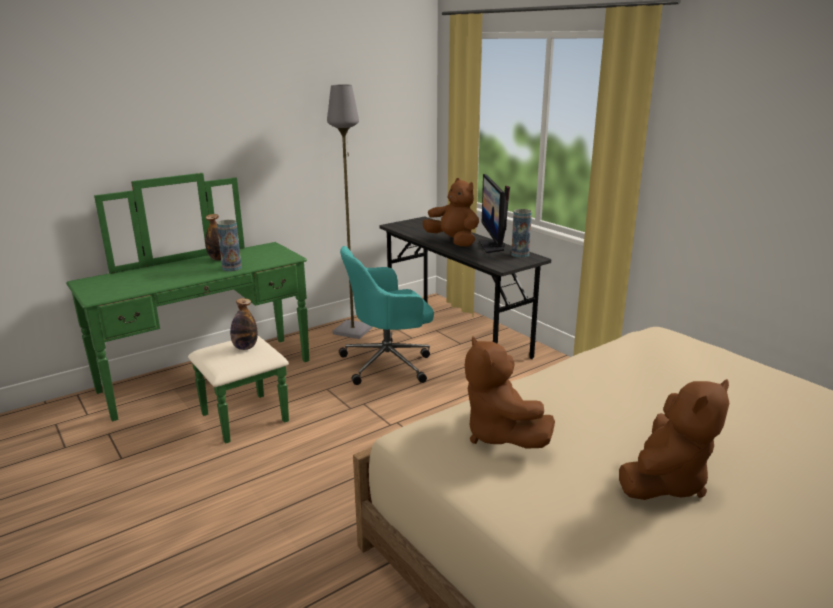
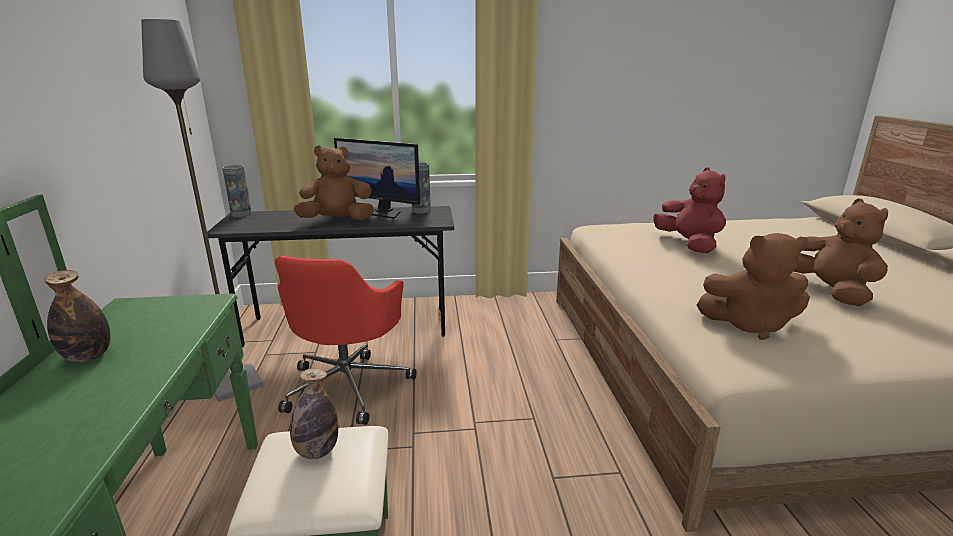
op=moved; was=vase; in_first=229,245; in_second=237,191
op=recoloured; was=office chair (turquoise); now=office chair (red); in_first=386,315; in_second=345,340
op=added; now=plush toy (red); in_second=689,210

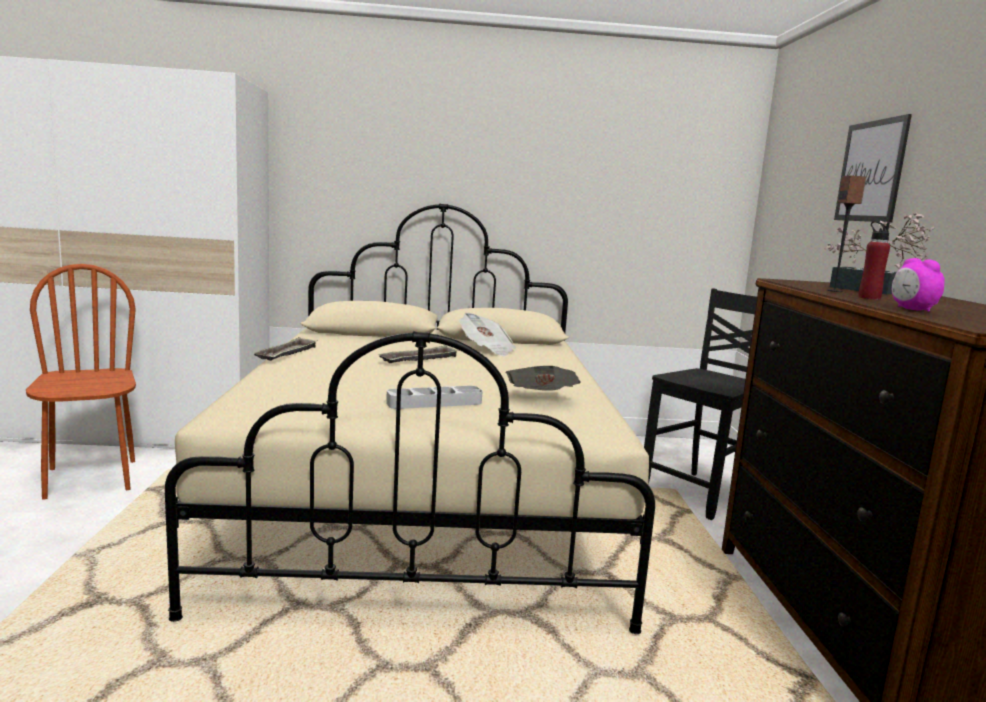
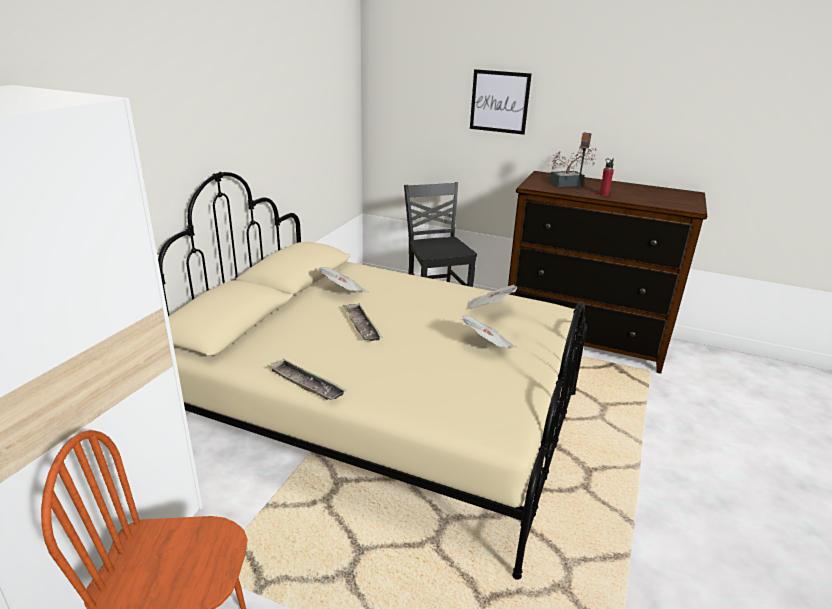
op=replaced; was=tray (grey); now=newspaper; in_first=434,397; in_second=488,332
op=removed; was=alarm clock; in_first=918,285

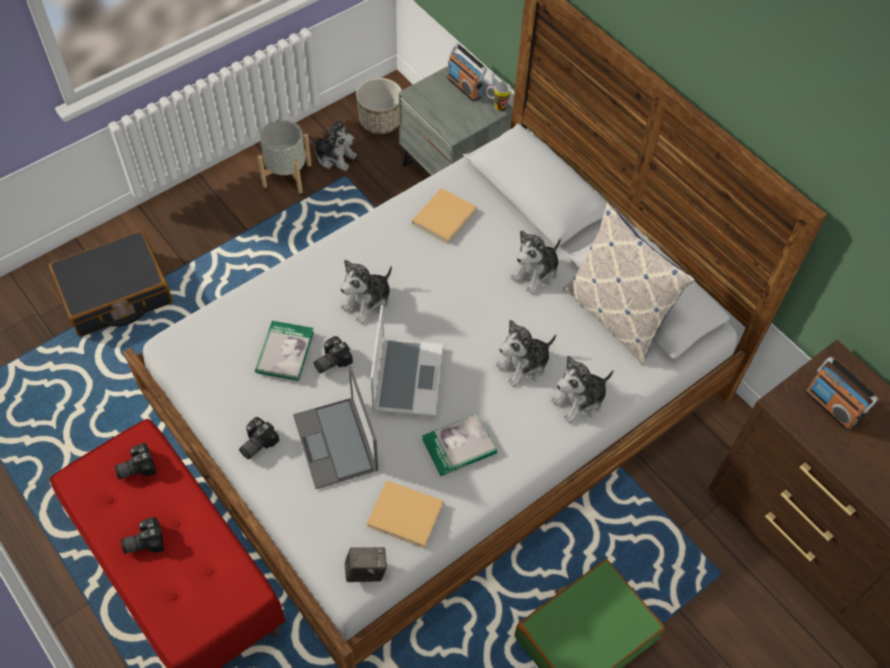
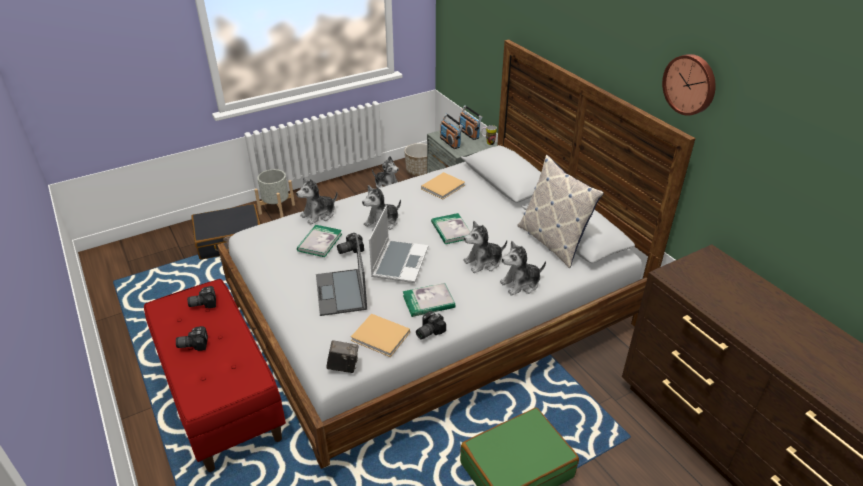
op=moved; was=planter (grey); in_first=284,157; in_second=274,193
op=moved; was=plush toy; in_first=535,262; in_second=317,201
op=moved; was=photo camera; in_first=259,438; in_second=431,325
op=added; now=book; in_second=451,228
op=moved; was=radio; in_first=841,394; in_second=451,131
op=added; now=wall clock; in_second=689,85

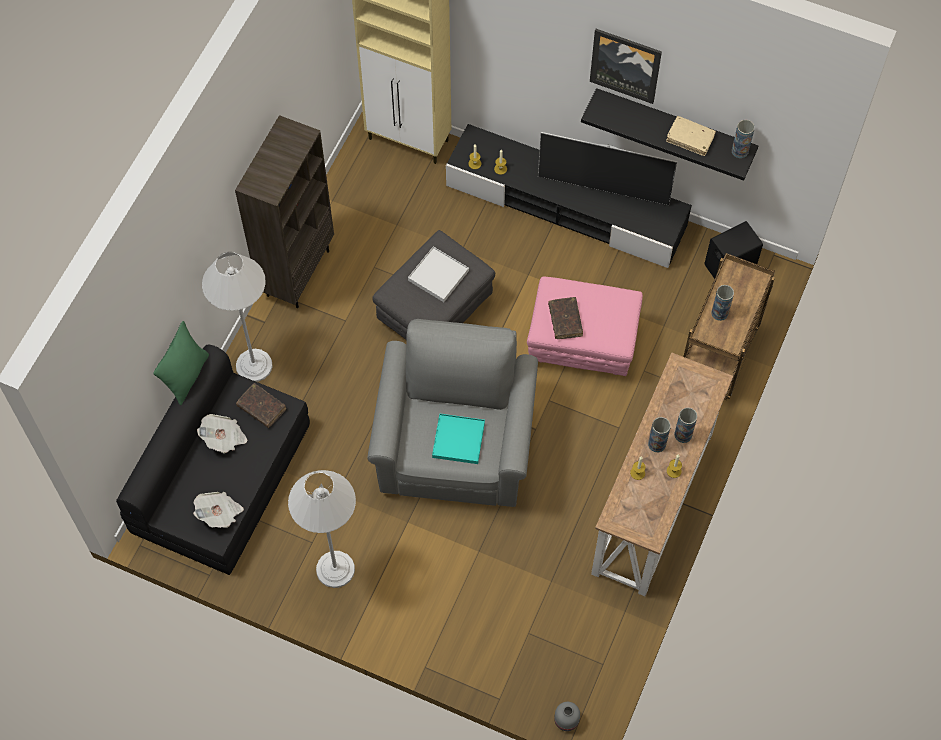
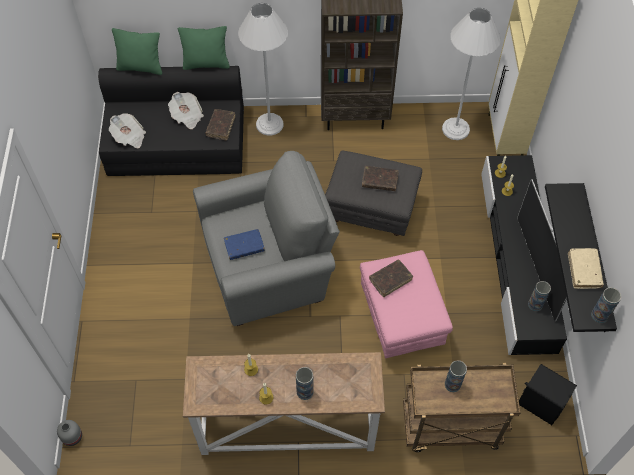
op=added; now=pillow (green); in_second=137,51
op=replaced; was=tray (turquoise); now=book (blue); in_first=458,439; in_second=244,244
op=replaced; was=tray (white); now=book (brown); in_first=438,274; in_second=380,178
op=moved; was=floor lamp (white); in_first=322,529; in_second=471,74
op=moved; was=vase; in_first=659,434; in_second=539,296
op=removed; was=picture; in_first=626,66

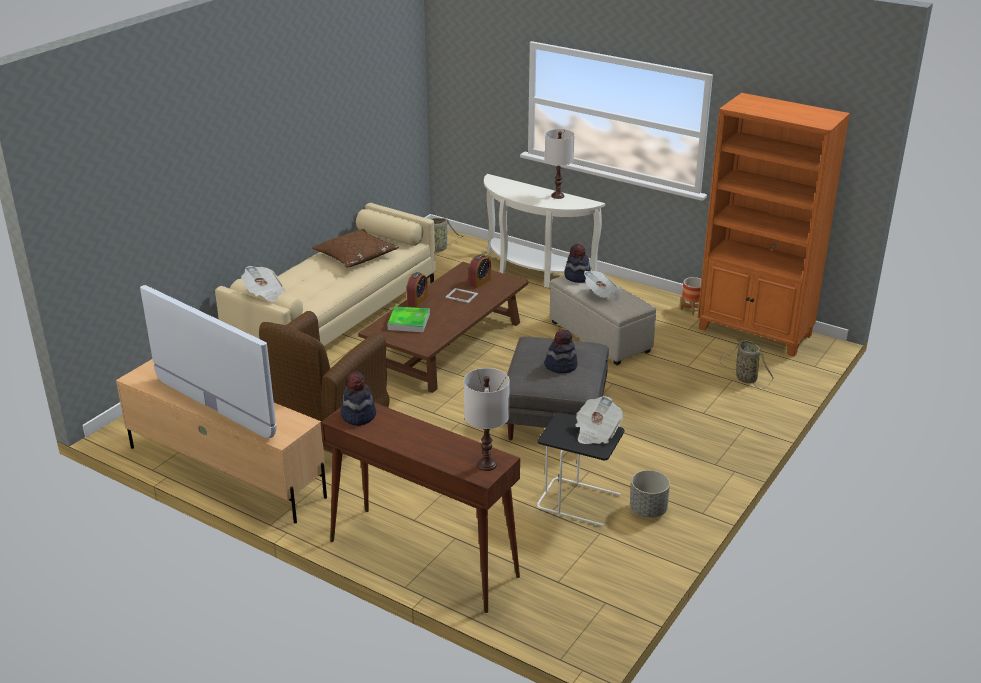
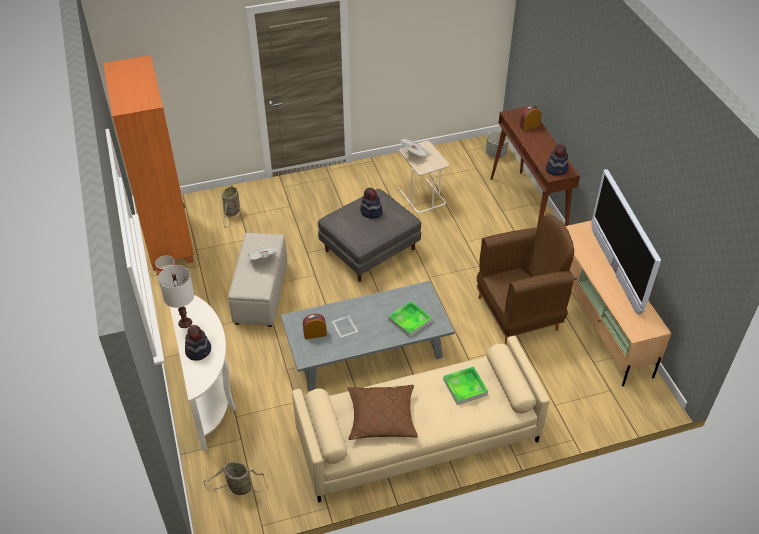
op=moved; was=hat; in_first=577,263; in_second=198,343
op=recoloured; was=coffee table (brown); now=coffee table (grey); in_first=443,327; in_second=368,336
op=recoloured; was=side table (black); now=side table (beige); in_first=580,469; in_second=423,177
op=added; now=tray; in_second=465,385
op=moved; was=planter (grey); in_first=650,494; in_second=497,144
op=moved; was=alarm clock; in_first=417,289; in_second=531,118
op=removed; was=newspaper; in_first=263,284
op=removed; was=table lamp (white); in_first=487,419

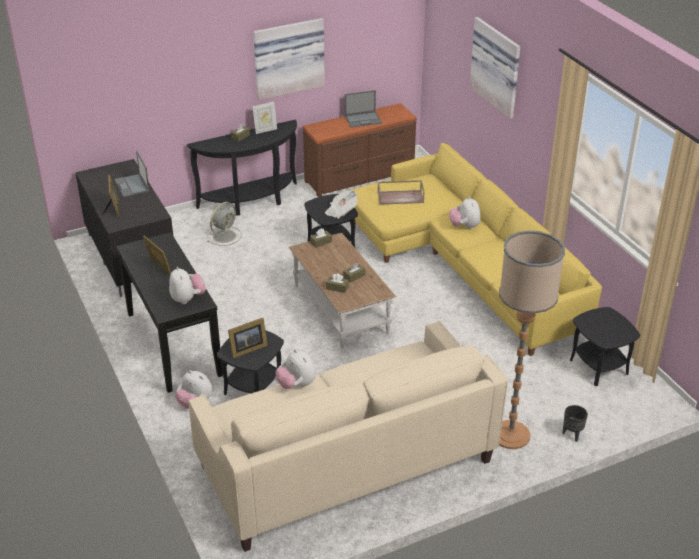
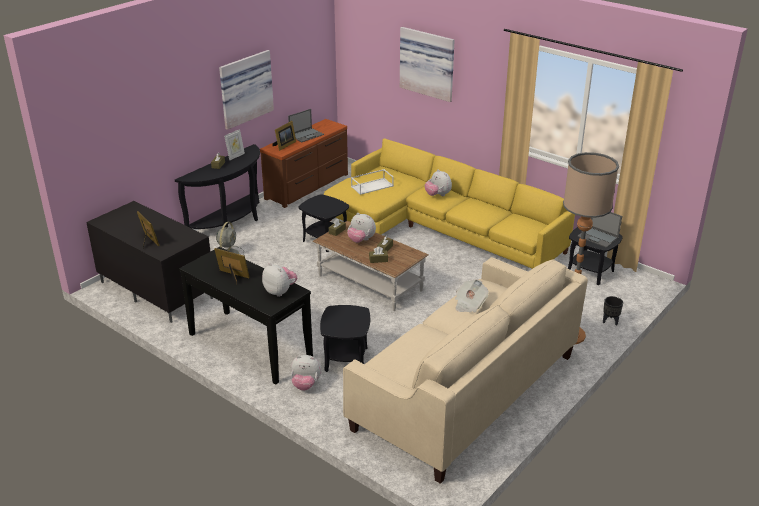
op=moved; was=picture frame; in_first=248,338; in_second=284,136
op=moved; was=plush toy; in_first=296,369; in_second=361,228
op=recoloured; was=tray (brown); now=tray (white); in_first=401,192; in_second=372,182
op=moved; was=newspaper; in_first=341,204; in_second=472,296
op=moved; was=laptop; in_first=132,174; in_second=599,230

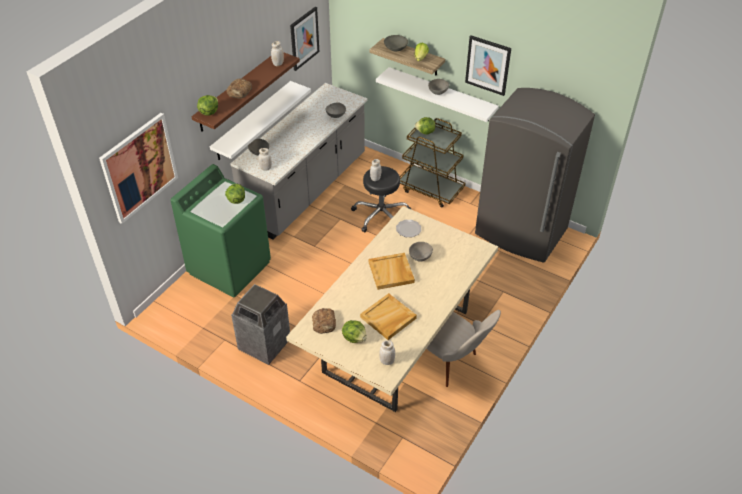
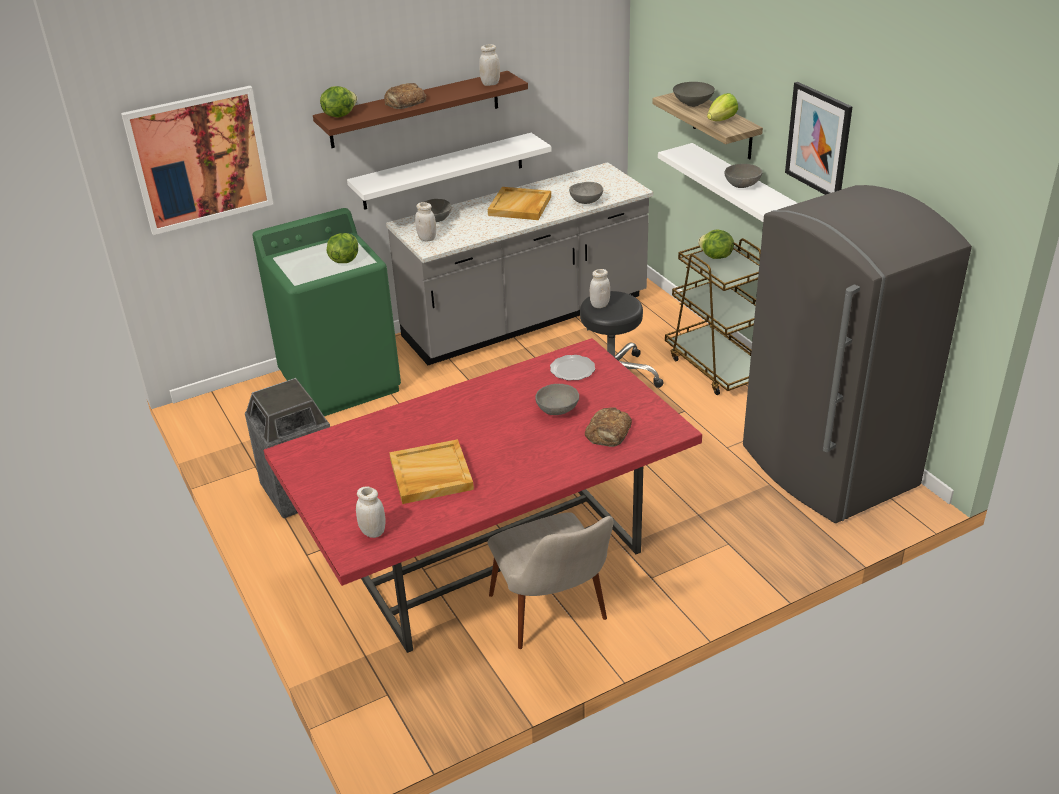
op=recoloured; was=dining table (beige); now=dining table (red); in_first=392,309; in_second=483,495
op=moved; was=tray (beige); in_first=392,271; in_second=519,203
op=moved; was=bread; in_first=324,321; in_second=608,427
op=removed; was=picture; in_first=304,39
op=removed; was=lettuce; in_first=354,331

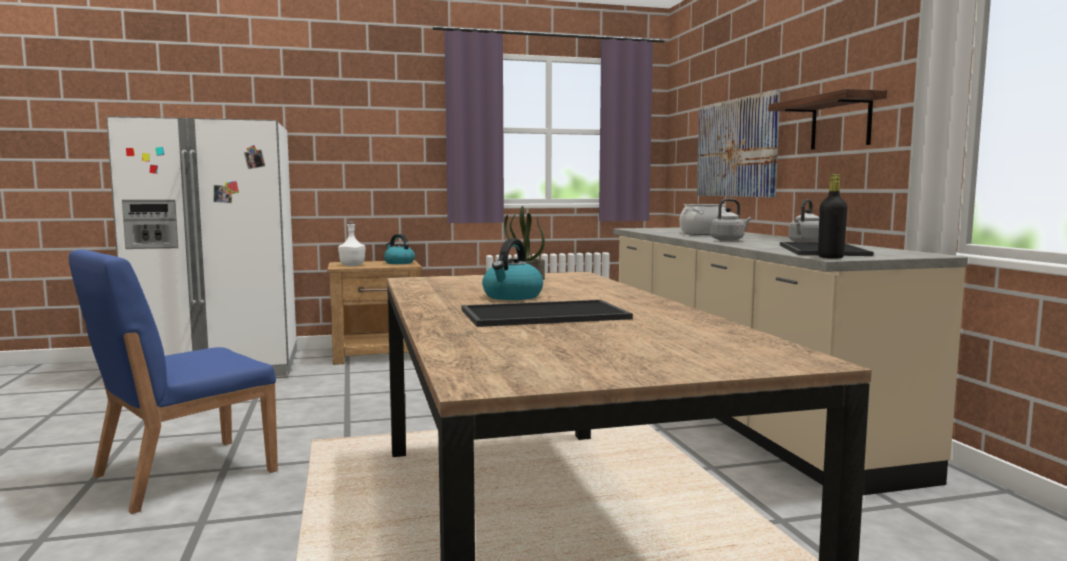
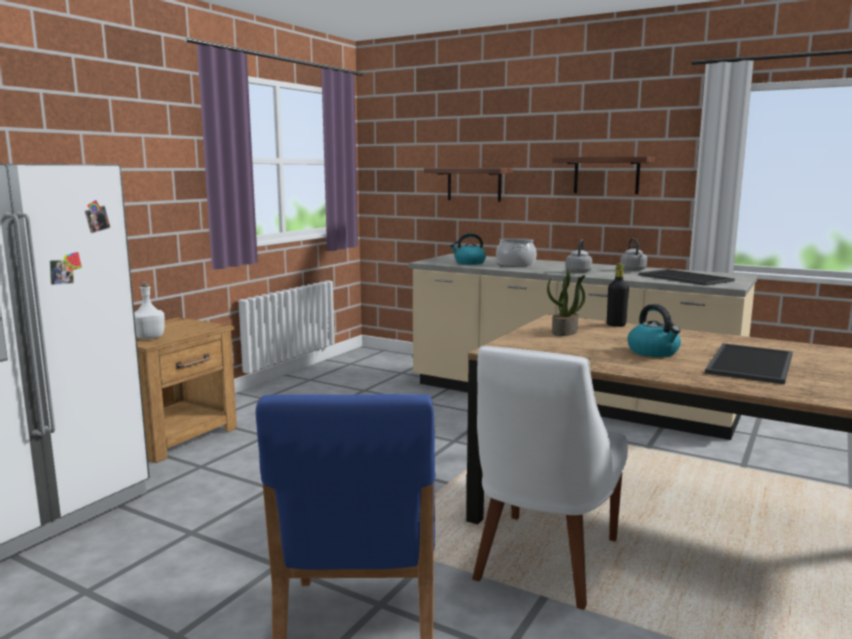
op=replaced; was=picture; now=shelf; in_first=738,143; in_second=468,185
op=moved; was=kettle; in_first=399,249; in_second=468,249
op=added; now=chair (white); in_second=550,478
op=moved; was=bottle (black); in_first=832,216; in_second=618,295

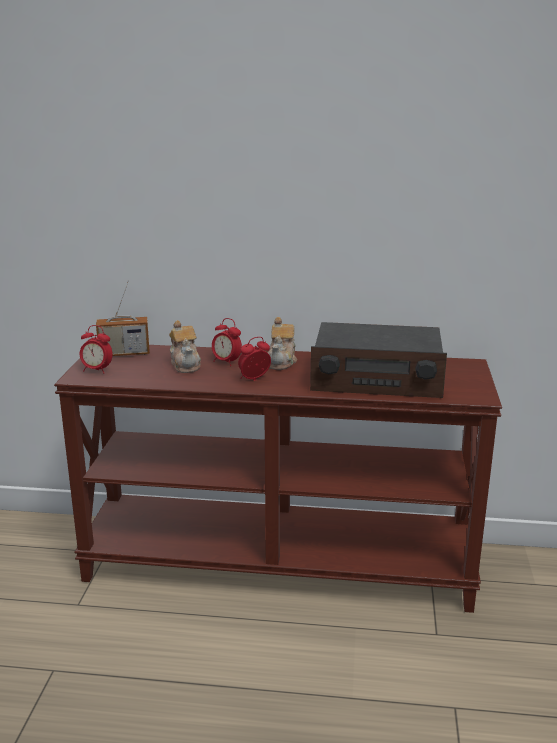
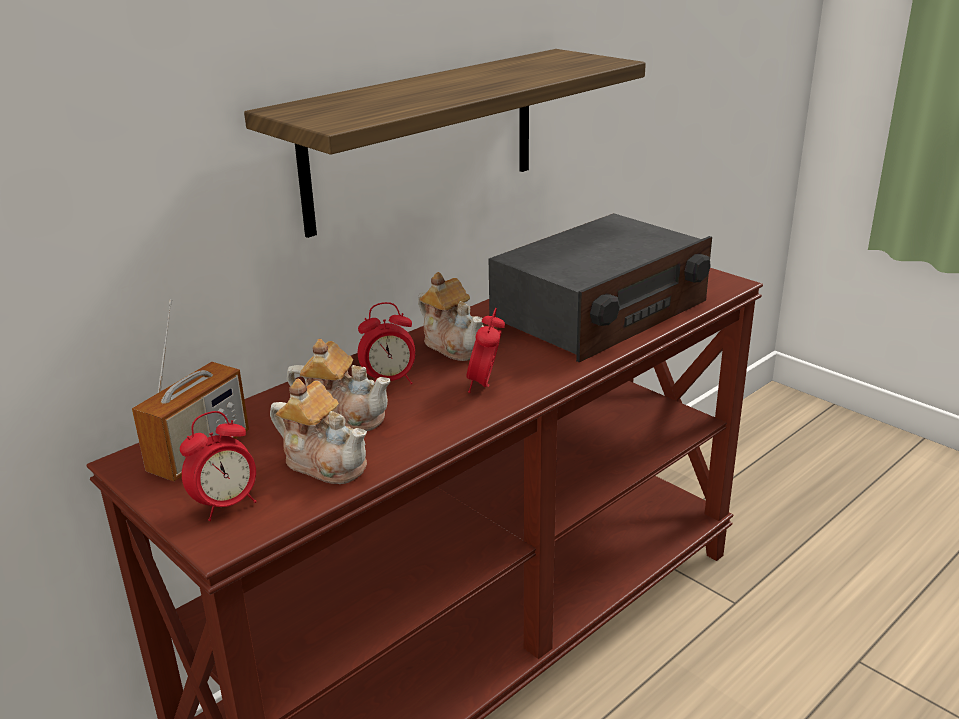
op=added; now=shelf; in_second=445,143
op=added; now=teapot; in_second=318,431

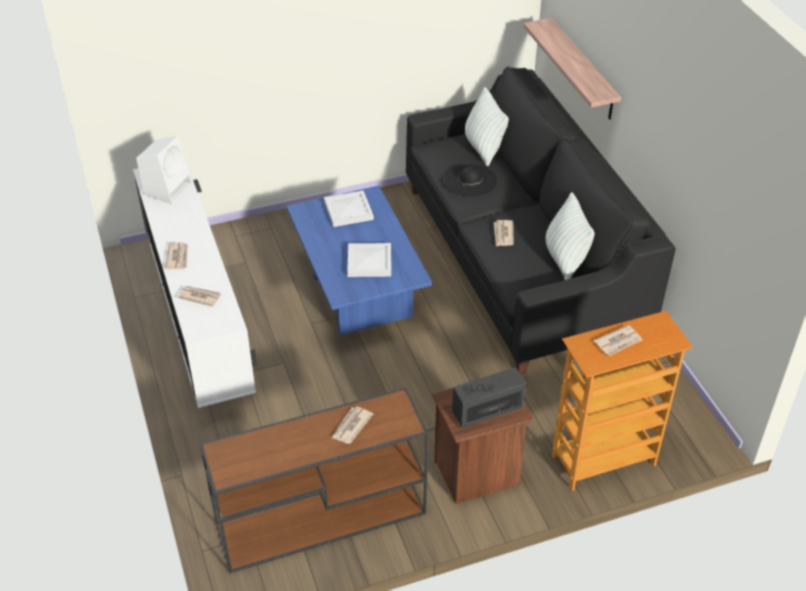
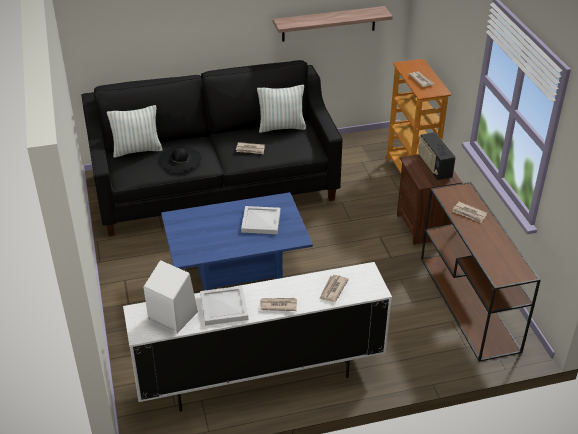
op=moved; was=tray (white); in_first=349,208; in_second=224,306
op=moved; was=shelf; in_first=572,69; in_second=333,24

